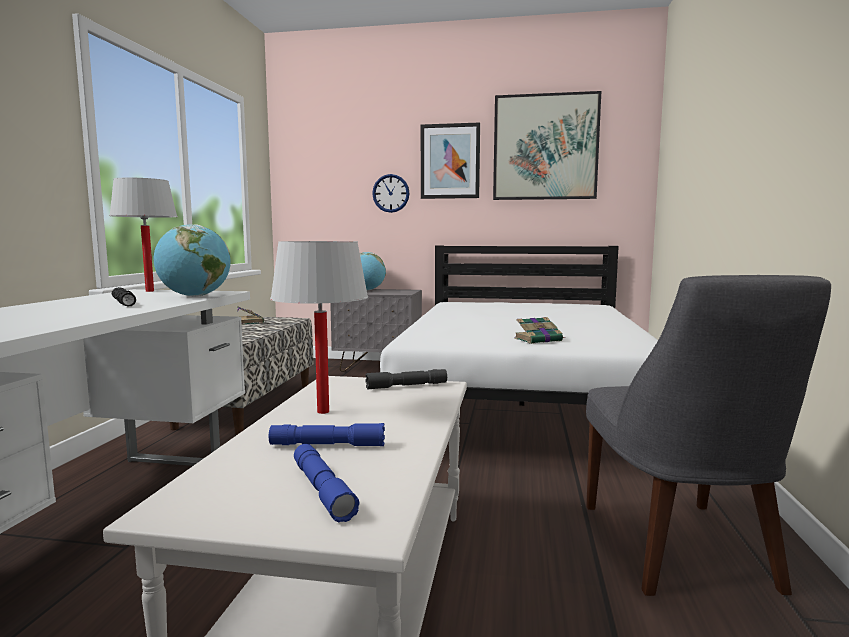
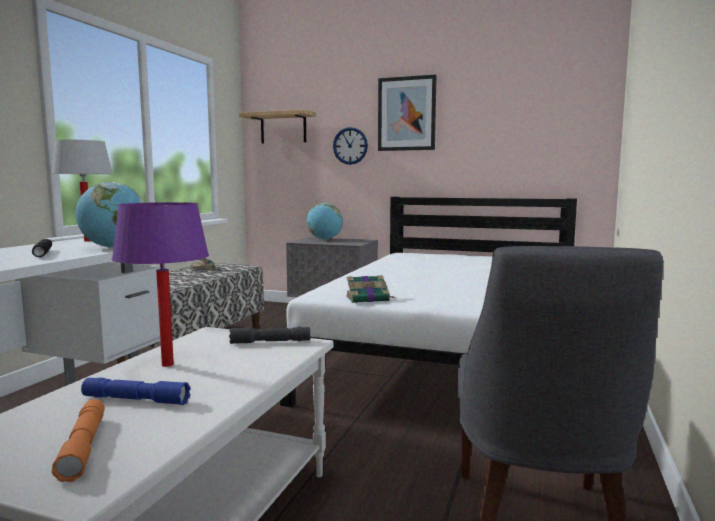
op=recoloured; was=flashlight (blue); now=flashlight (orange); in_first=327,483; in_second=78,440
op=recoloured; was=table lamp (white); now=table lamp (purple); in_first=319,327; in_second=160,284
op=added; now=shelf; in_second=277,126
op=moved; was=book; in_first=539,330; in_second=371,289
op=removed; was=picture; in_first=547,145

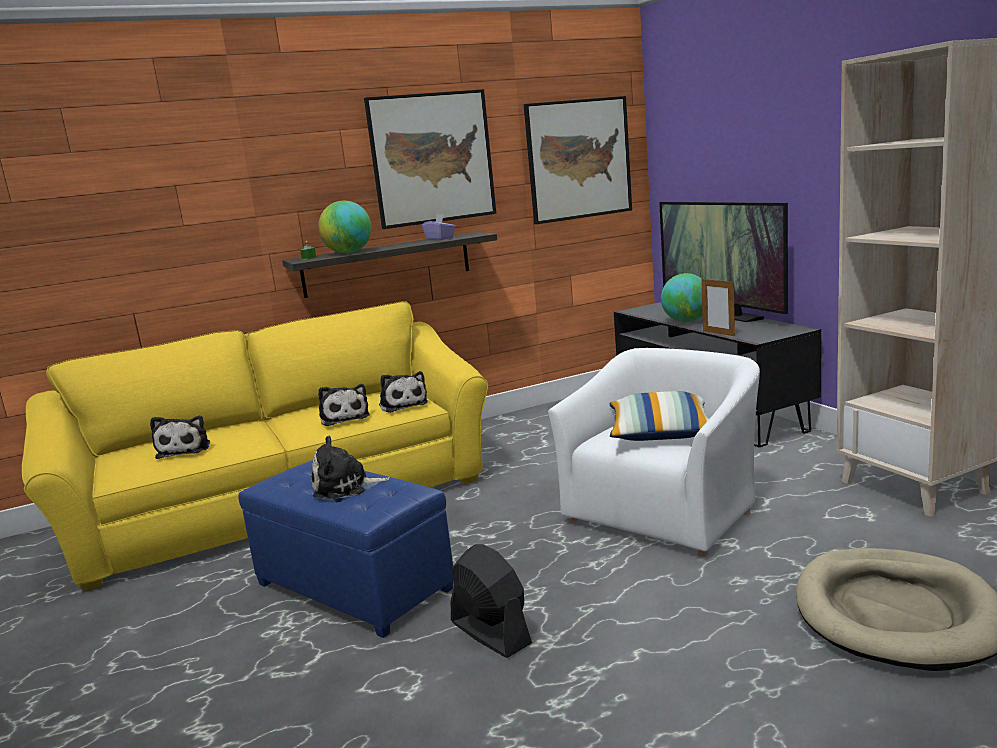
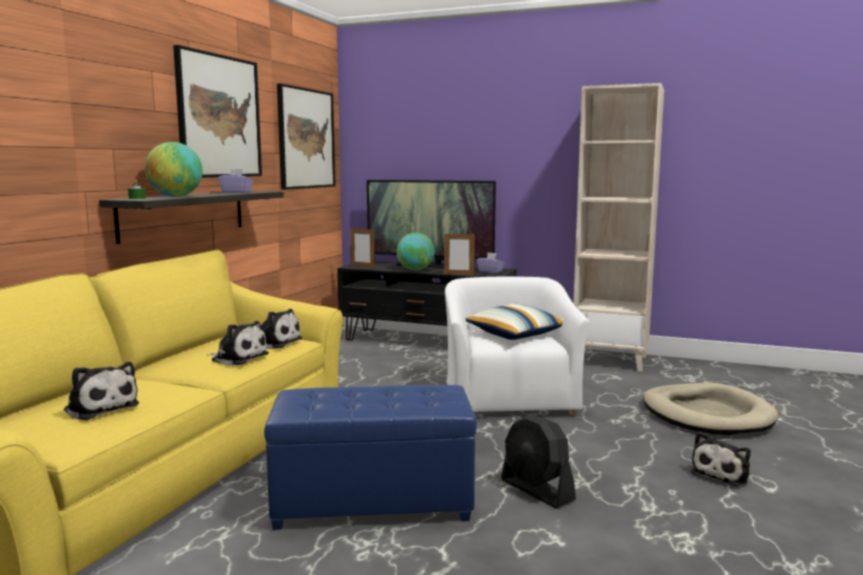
op=added; now=picture frame; in_second=362,247
op=added; now=tissue box (purple); in_second=490,263
op=turned; was=fan (black); in_first=491,601; in_second=538,461; clockwise=-135
op=moved; was=plush toy; in_first=351,468; in_second=721,459

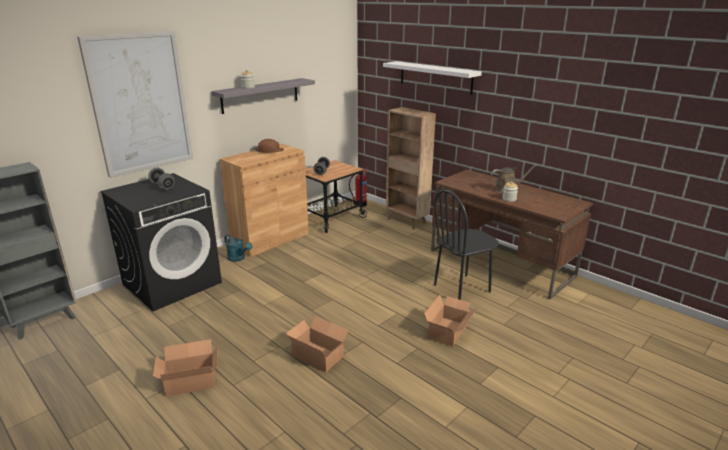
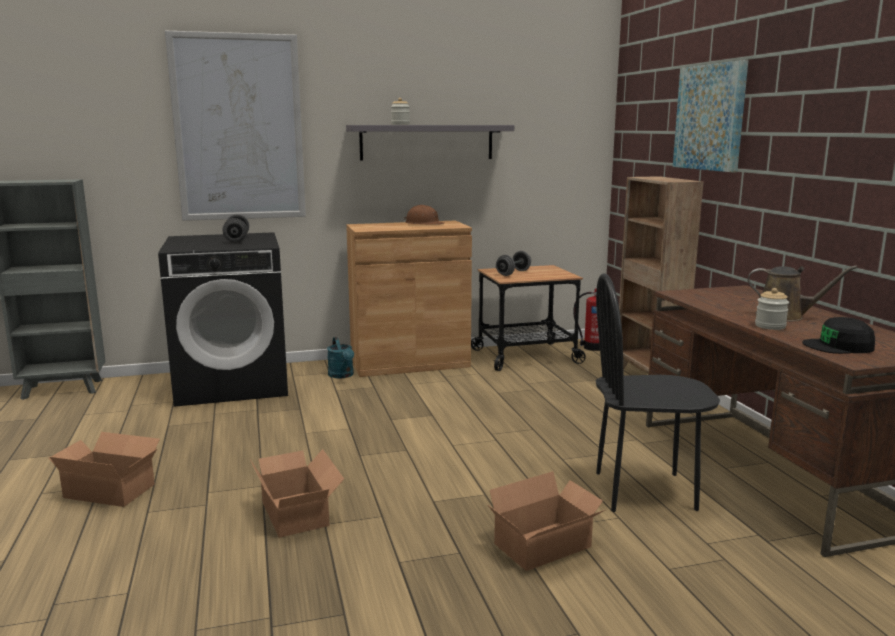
op=replaced; was=shelf (white); now=picture; in_first=432,77; in_second=710,116
op=added; now=cap (black); in_second=838,335

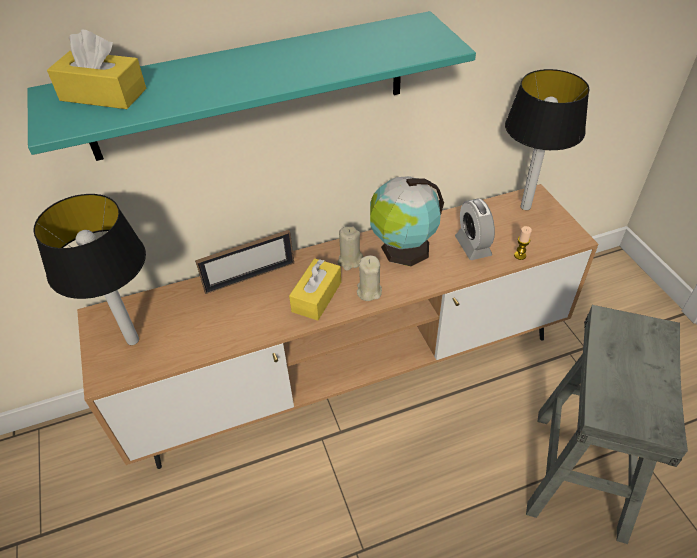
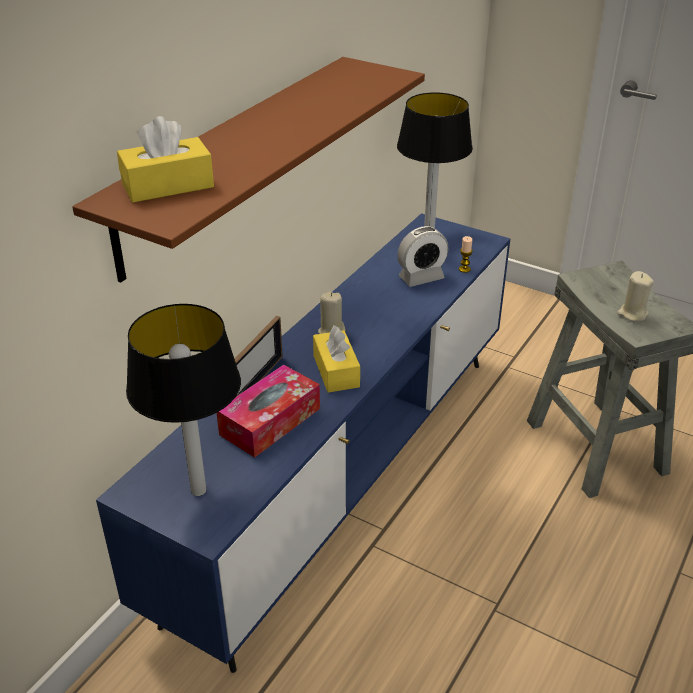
op=recoloured; was=shelf (turquoise); now=shelf (brown); in_first=251,86; in_second=248,170
op=recoloured; was=tv stand (brown); now=tv stand (blue); in_first=338,326; in_second=303,443
op=added; now=tissue box; in_second=268,411
op=turned; was=alarm clock; in_first=475,229; in_second=422,256; clockwise=-60
op=moved; was=candle (beige); in_first=369,278; in_second=635,296
op=removed; was=globe; in_first=407,221

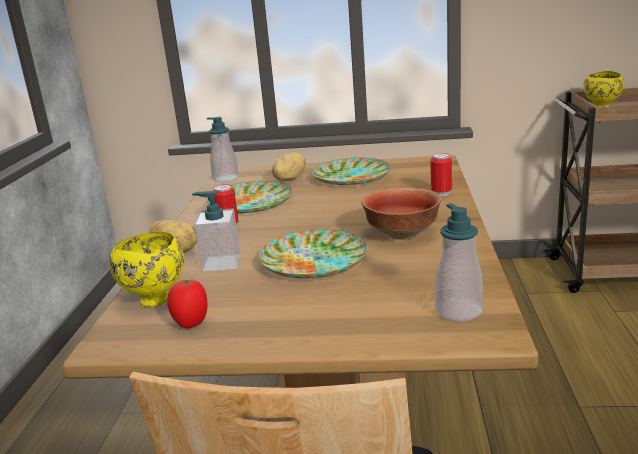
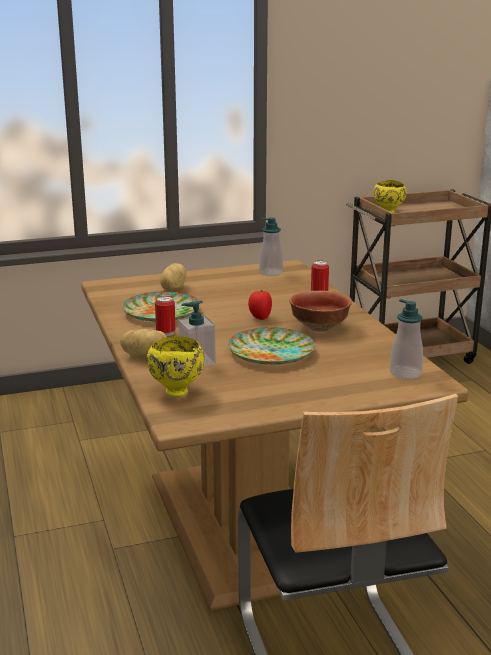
op=moved; was=tomato; in_first=187,303; in_second=260,305
op=moved; was=soap dispenser; in_first=223,149; in_second=271,246
op=removed; was=plate; in_first=351,171

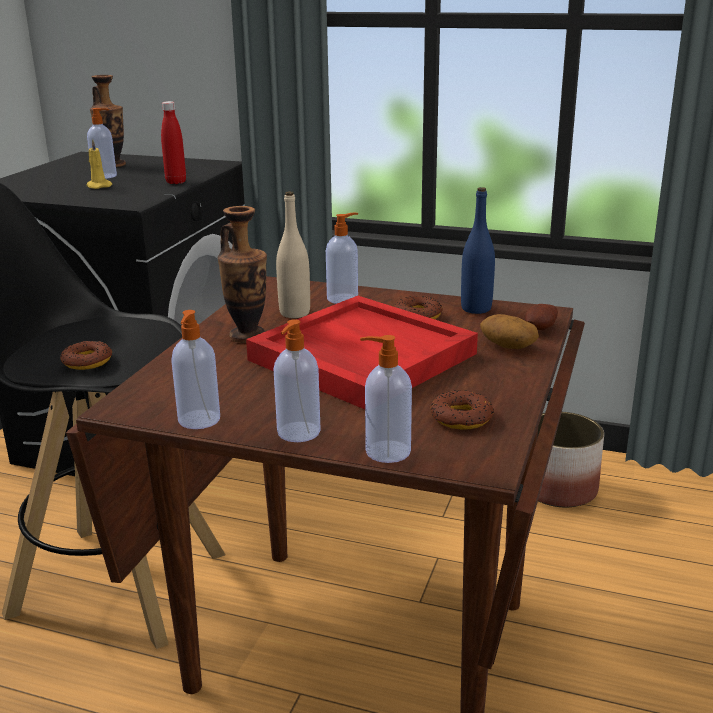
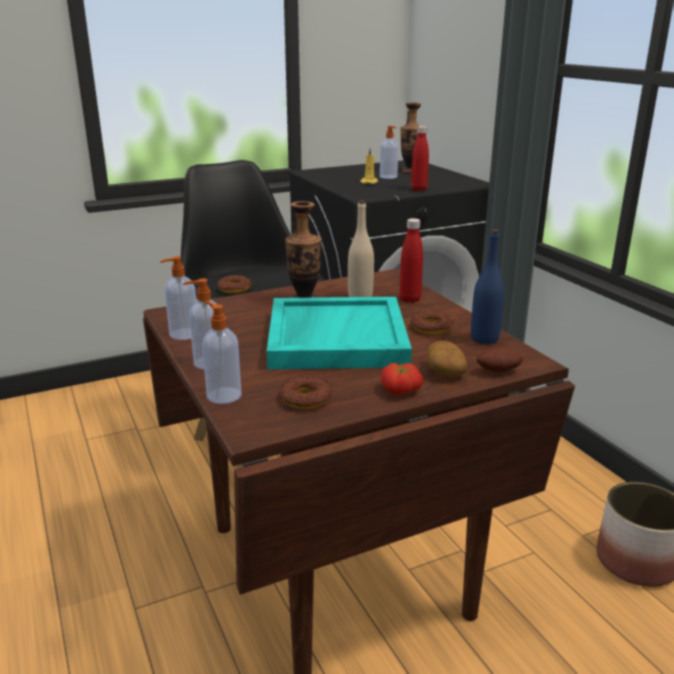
op=recoloured; was=tray (red); now=tray (turquoise); in_first=362,352; in_second=339,333
op=added; now=tomato; in_second=402,379
op=replaced; was=soap dispenser; now=bottle (red); in_first=342,258; in_second=411,260

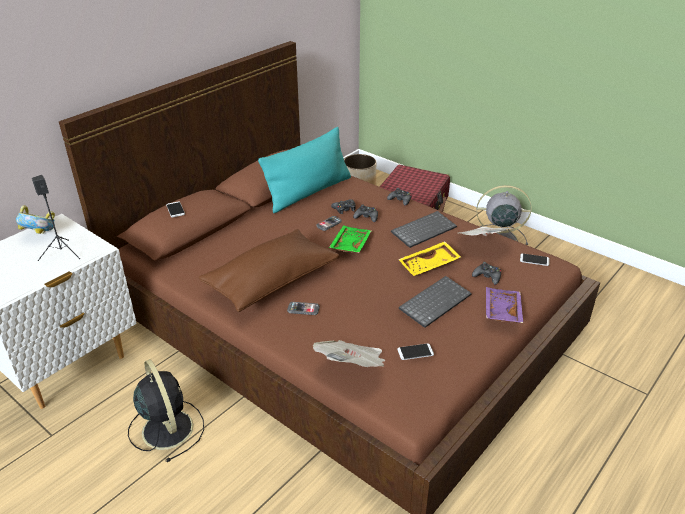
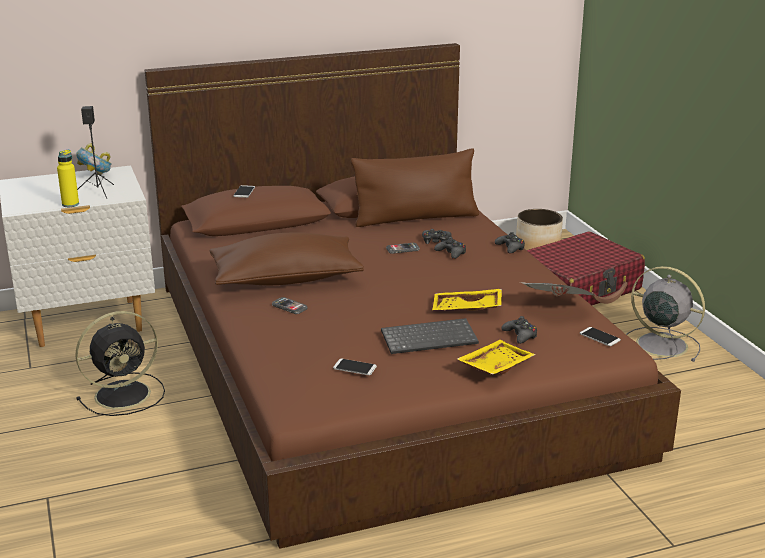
op=added; now=bottle (yellow); in_second=68,178
op=turned; was=fan (black); in_first=166,410; in_second=120,363; clockwise=60
op=recoloured; was=pillow (turquoise); now=pillow (brown); in_first=304,170; in_second=415,187
op=recoloured; was=tray (purple); now=tray (yellow); in_first=504,305; in_second=496,357
op=removed; was=newspaper; in_first=349,353
op=removed; was=tray (green); in_first=350,239
op=removed; was=keyboard; in_first=424,229

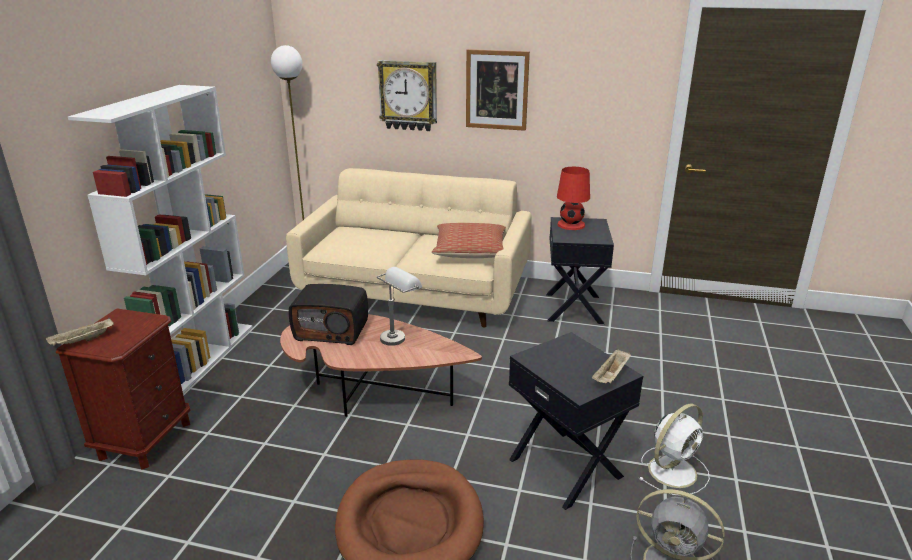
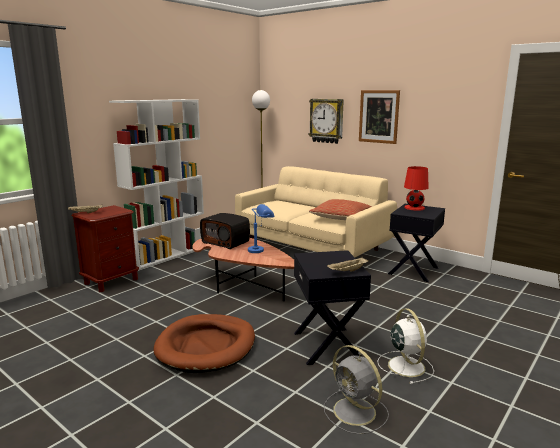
op=recoloured; was=table lamp (grey); now=table lamp (blue); in_first=399,306; in_second=261,228
op=turned; was=fan (white); in_first=674,450; in_second=405,346; clockwise=-90

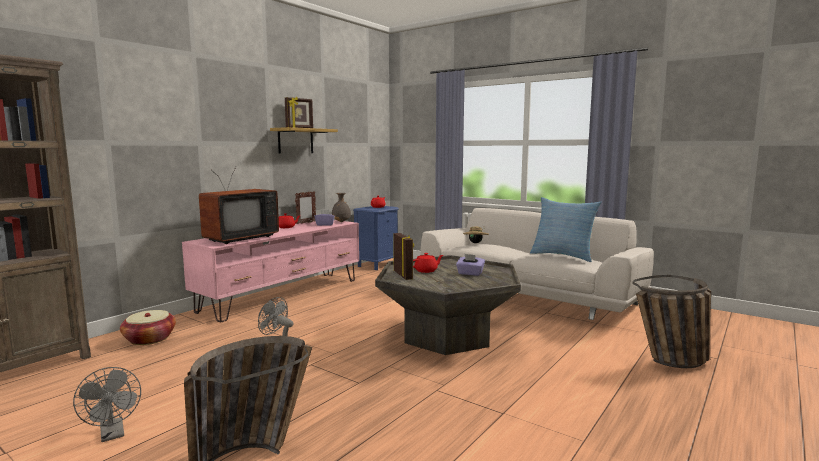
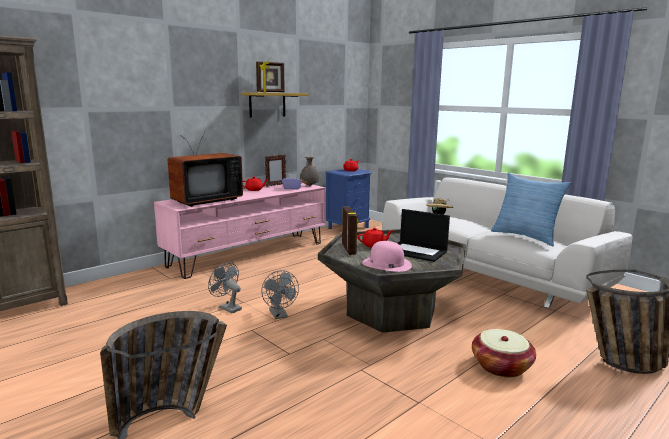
op=moved; was=fan (grey); in_first=107,404; in_second=280,294
op=added; now=hat (pink); in_second=387,256
op=replaced; was=tissue box (purple); now=laptop; in_first=470,265; in_second=423,235
op=moved; was=basket; in_first=148,327; in_second=504,353

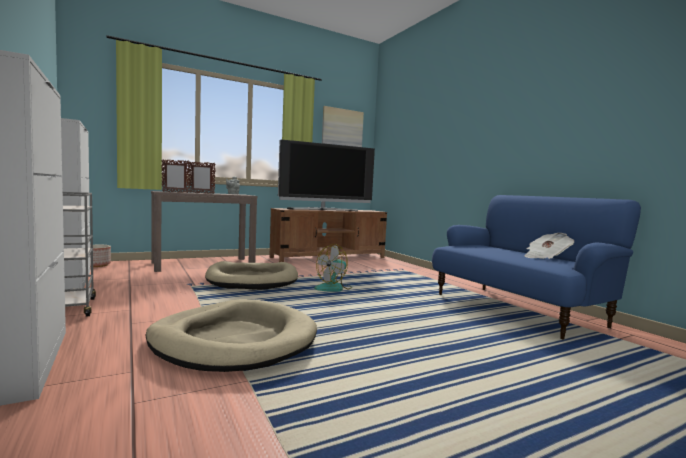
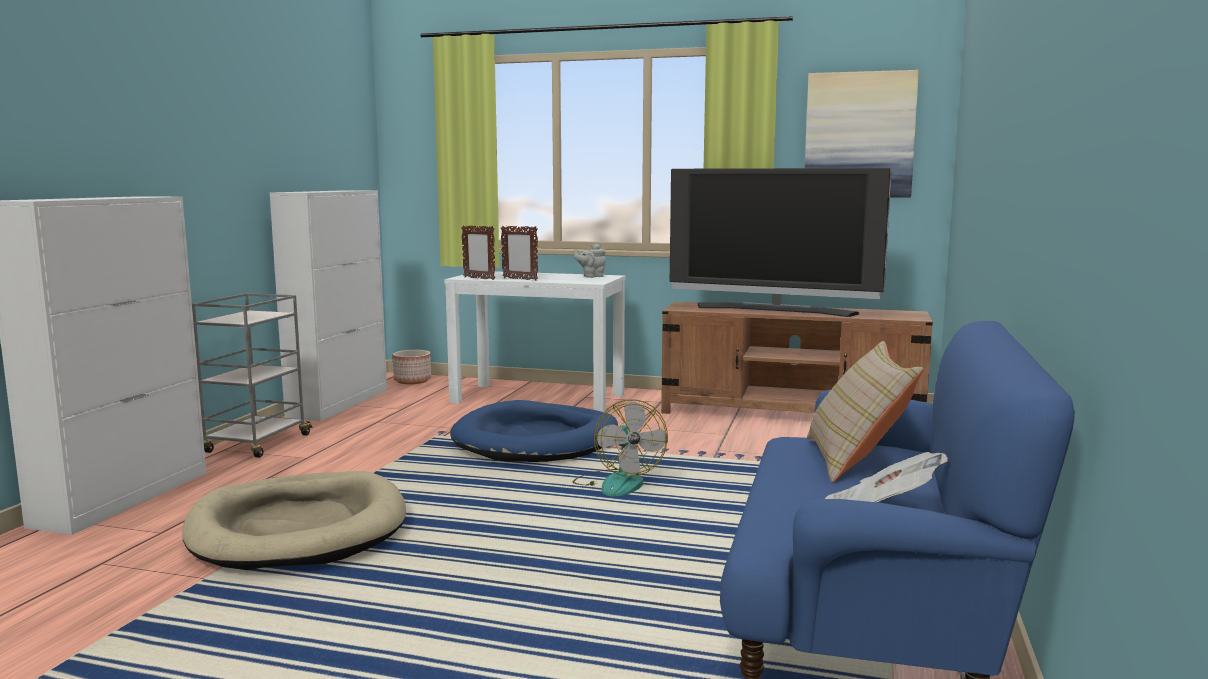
op=recoloured; was=console table (brown); now=console table (white); in_first=204,231; in_second=535,342
op=recoloured; was=dog bed (beige); now=dog bed (blue); in_first=251,275; in_second=534,431
op=turned; was=fan; in_first=333,268; in_second=620,448; clockwise=-105
op=added; now=pillow (beige); in_second=865,412

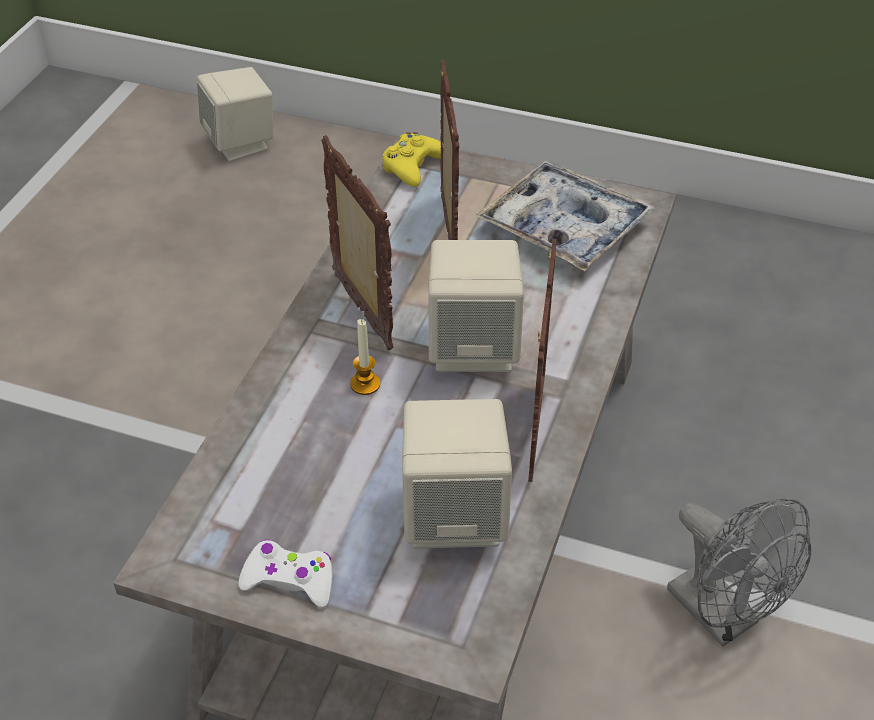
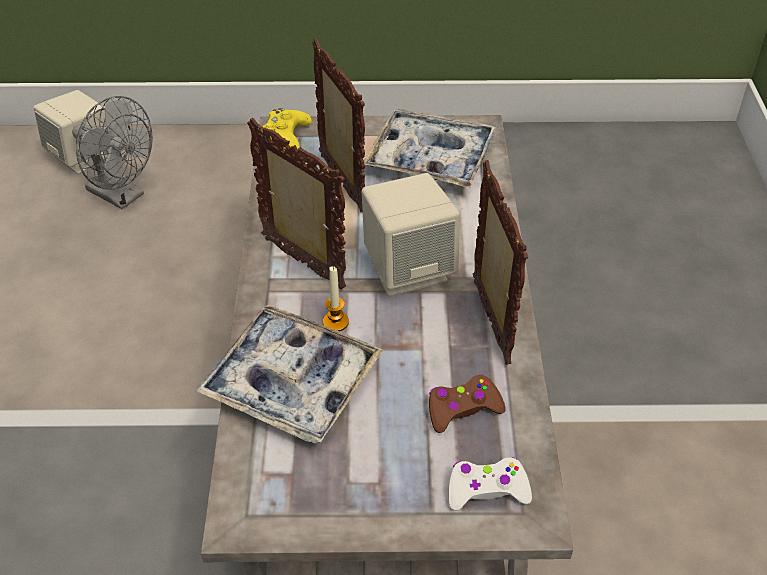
op=moved; was=fan (grey); in_first=739,572; in_second=112,152
op=added; now=tray; in_second=289,374
op=replaced; was=speaker (beige); now=game controller (brown); in_first=457,474; in_second=467,404
op=moved; was=game controller (white); in_first=286,574; in_second=490,484

